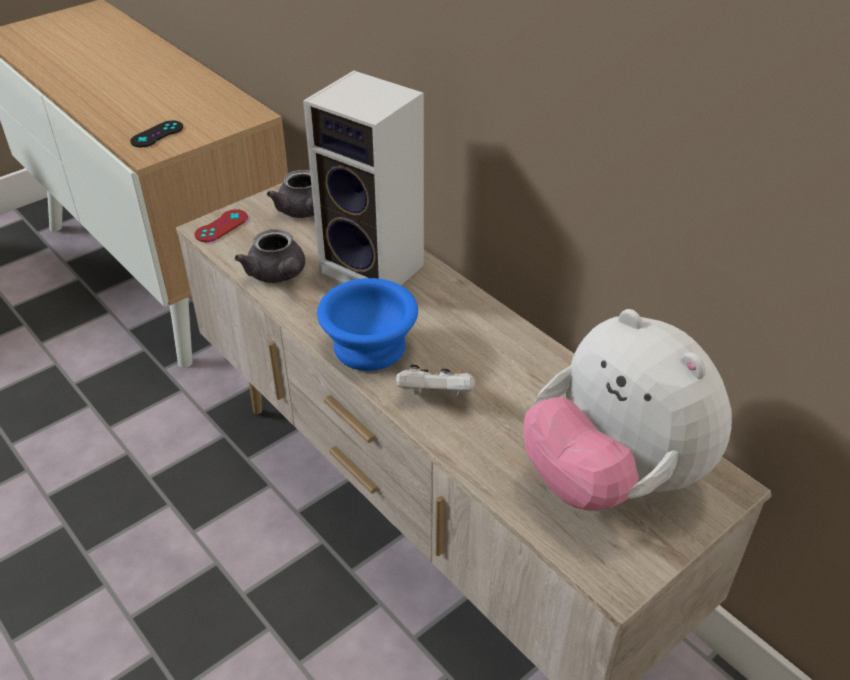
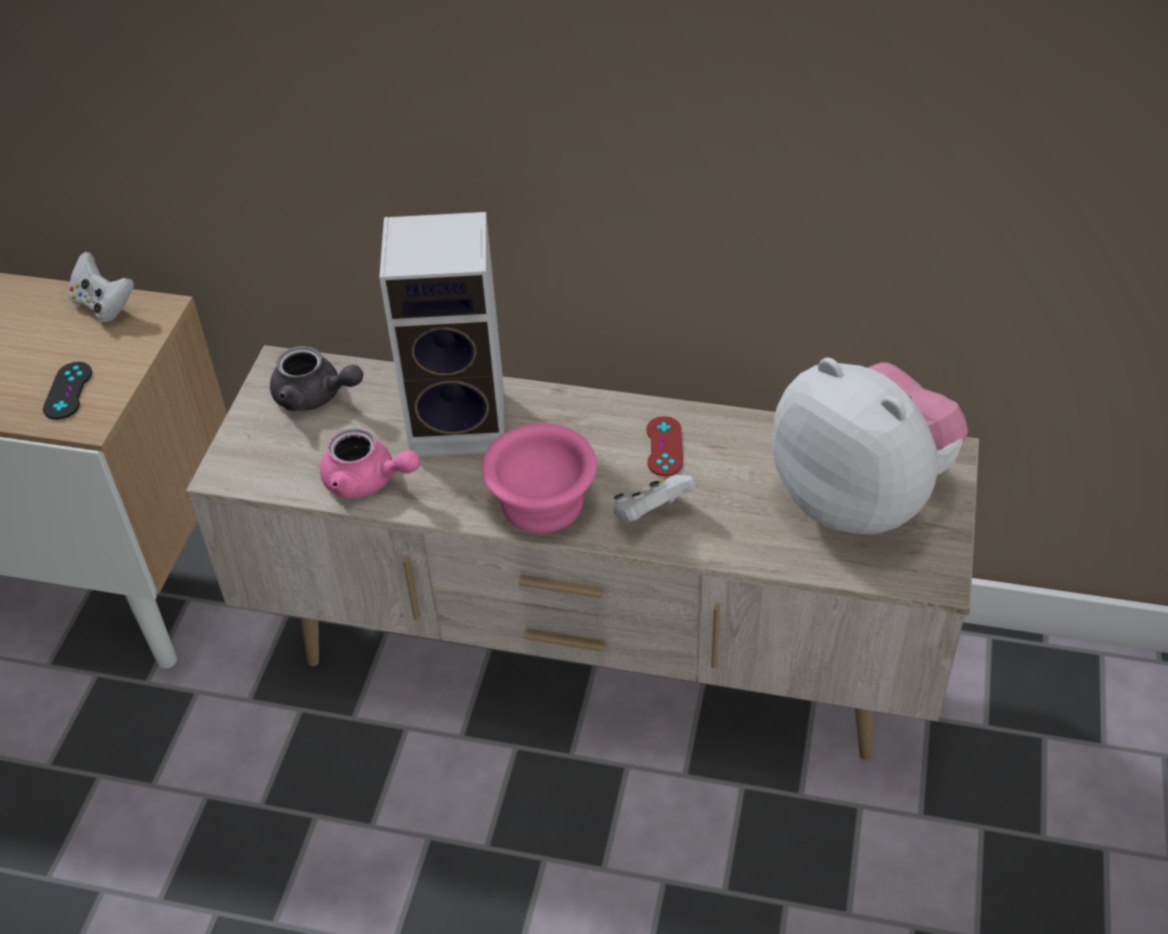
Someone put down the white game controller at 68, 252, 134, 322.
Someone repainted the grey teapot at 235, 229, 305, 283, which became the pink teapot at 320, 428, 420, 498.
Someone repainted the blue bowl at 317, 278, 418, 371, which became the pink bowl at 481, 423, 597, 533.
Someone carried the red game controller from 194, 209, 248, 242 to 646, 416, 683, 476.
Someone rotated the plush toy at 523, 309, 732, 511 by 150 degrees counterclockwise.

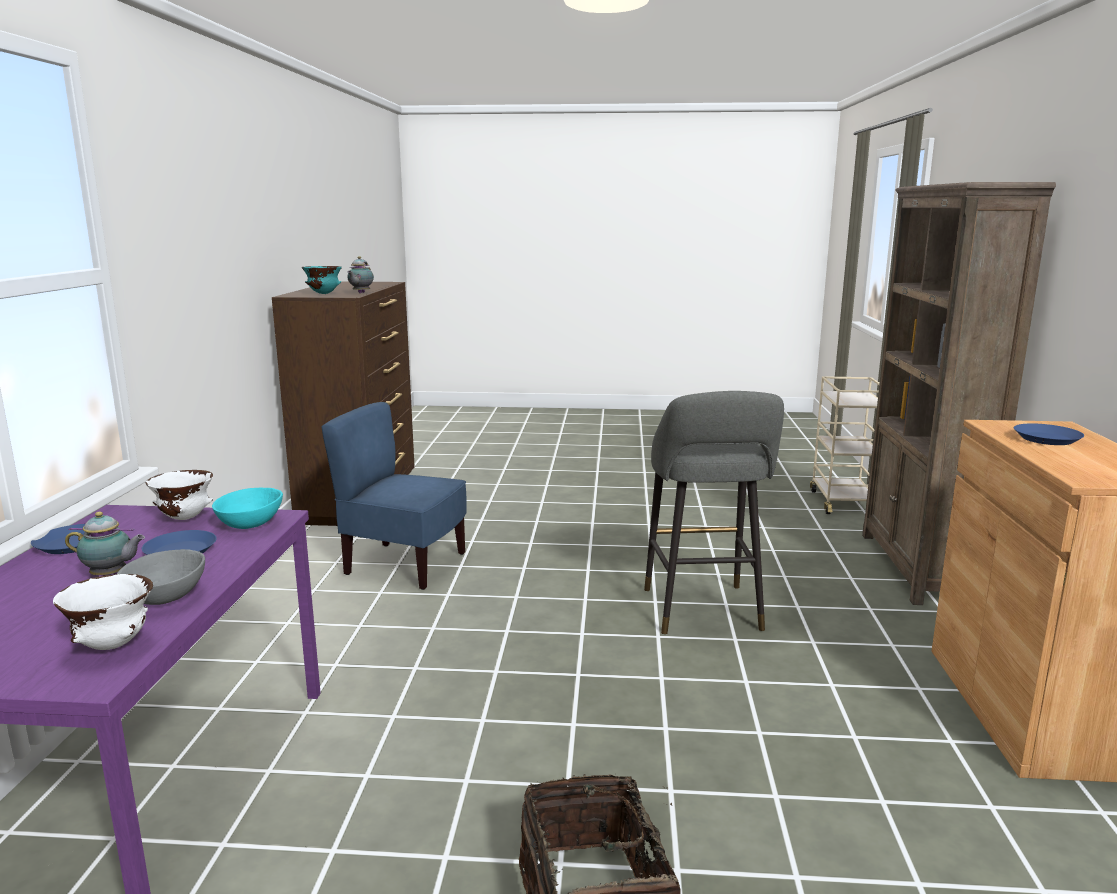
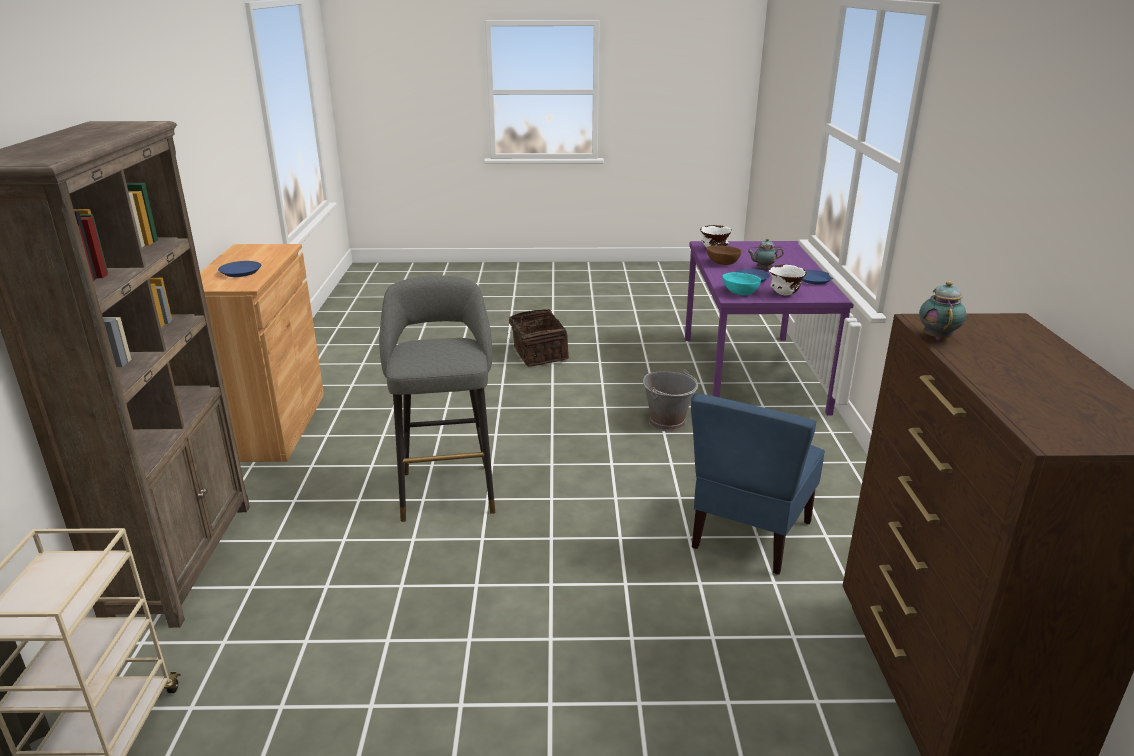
Someone put down the grey bucket at 643, 369, 698, 432.
Someone rotated the blue chair at 321, 402, 467, 590 by 105 degrees clockwise.
Someone repainted the grey bowl at 117, 549, 205, 605, which became the brown bowl at 706, 245, 741, 265.
Someone took away the turquoise bowl at 302, 266, 342, 294.

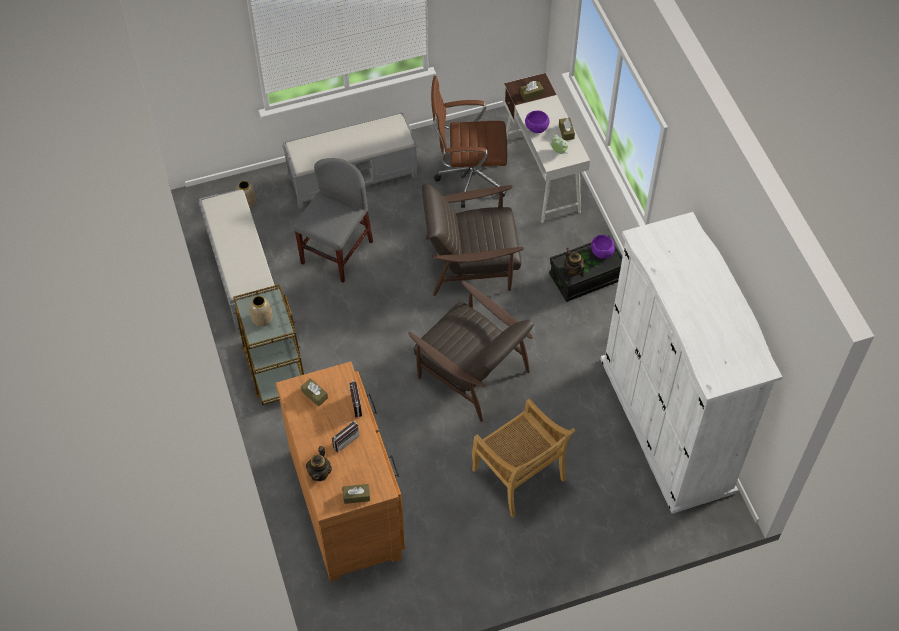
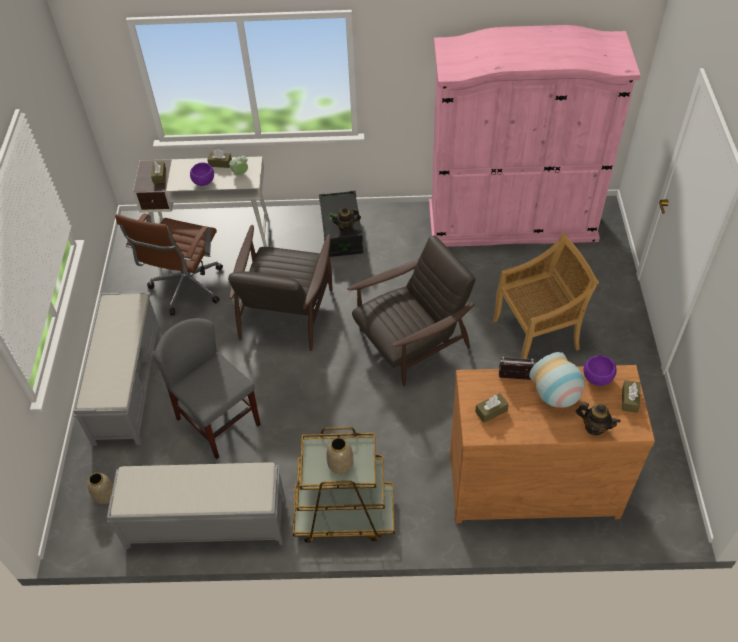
Someone repainted the white wardrobe at 600, 212, 782, 514, which became the pink wardrobe at 429, 25, 641, 247.
Someone swapped the radio at 332, 420, 359, 452 for the vase at 529, 352, 584, 408.
Someone carried the purple bowl from 591, 235, 615, 259 to 583, 355, 617, 386.

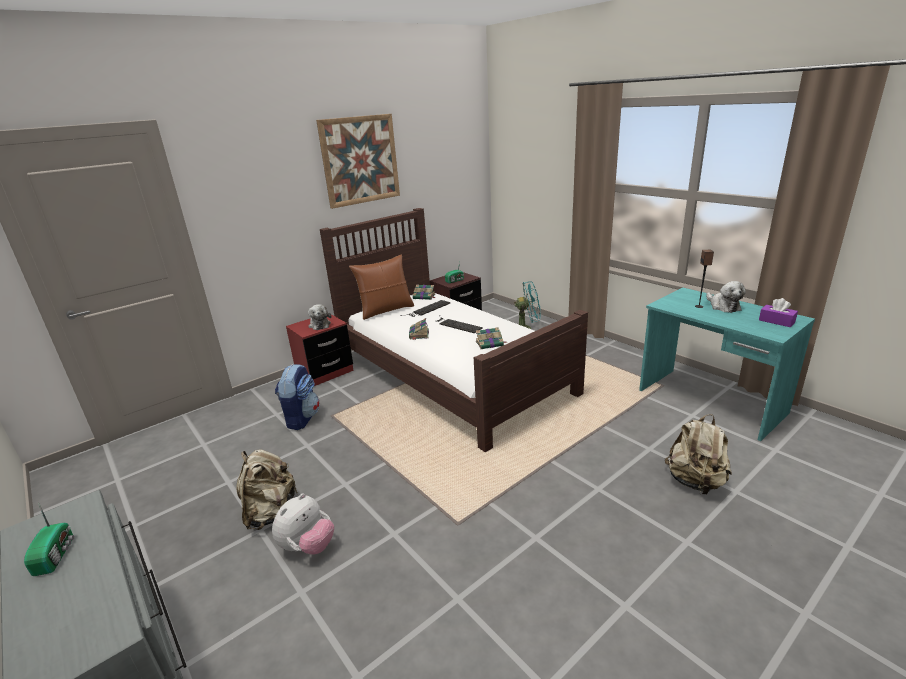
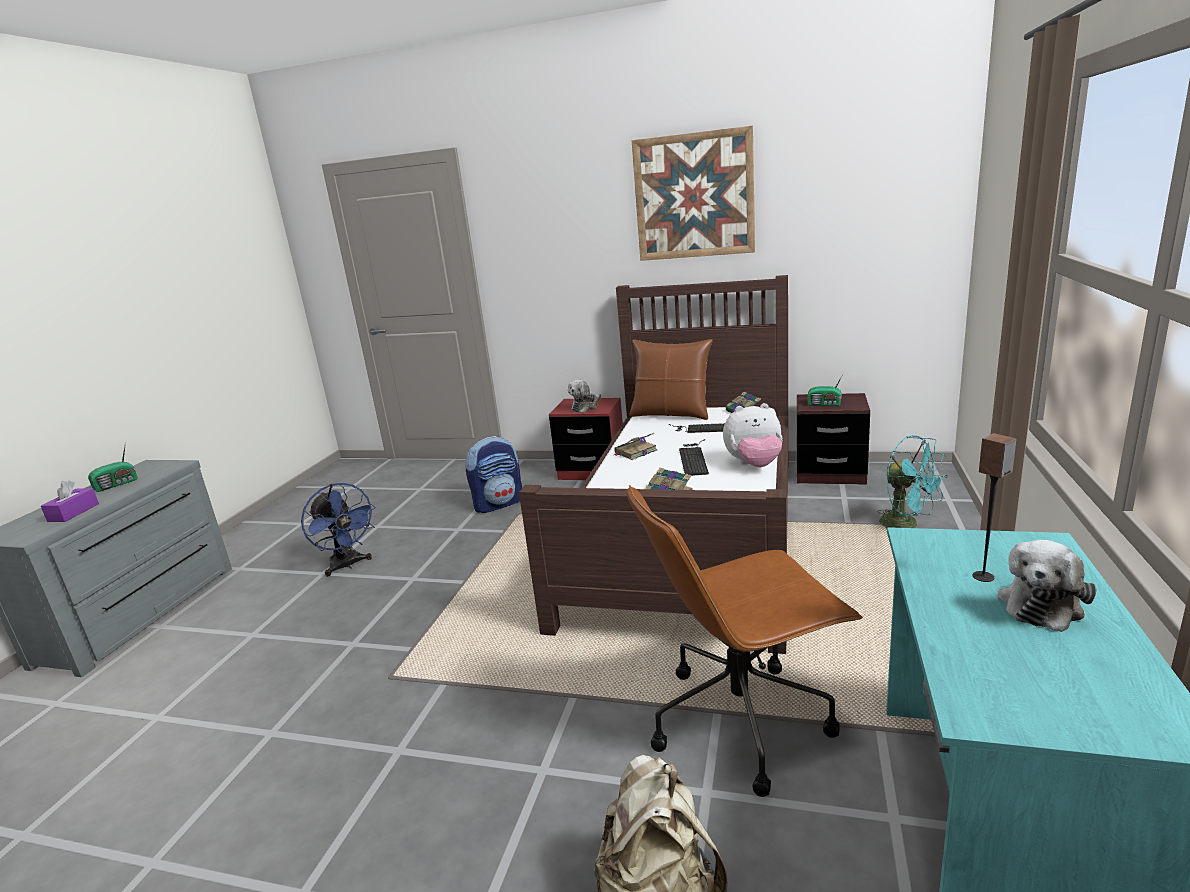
Someone carried the purple tissue box from 759, 298, 798, 327 to 41, 481, 99, 522.
Someone swapped the beige backpack at 236, 449, 298, 530 for the blue fan at 301, 483, 376, 577.
Someone put down the brown office chair at 627, 485, 863, 797.
Someone carried the plush toy from 272, 493, 334, 554 to 723, 403, 783, 467.

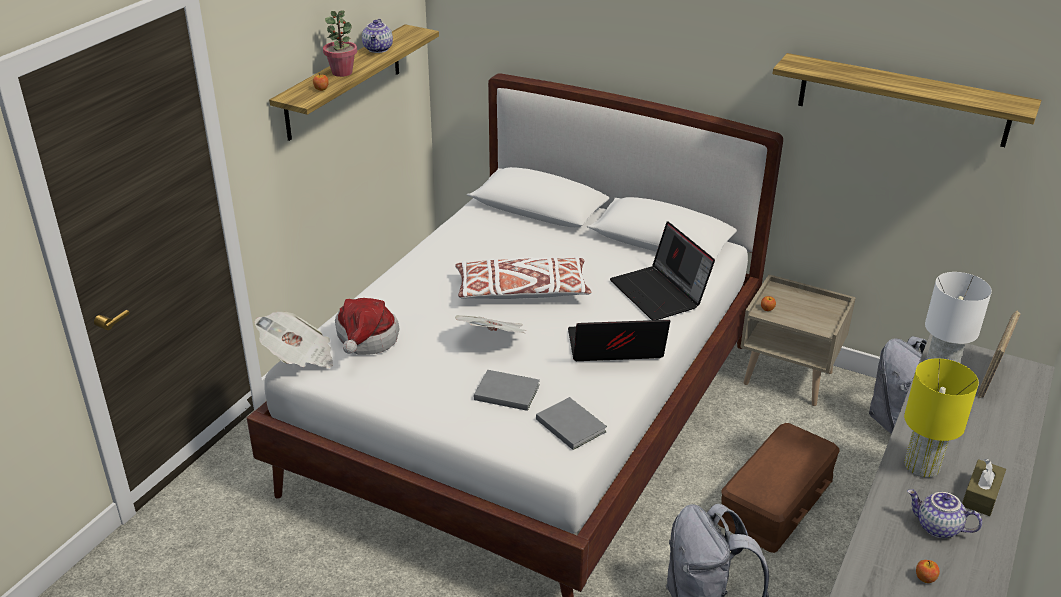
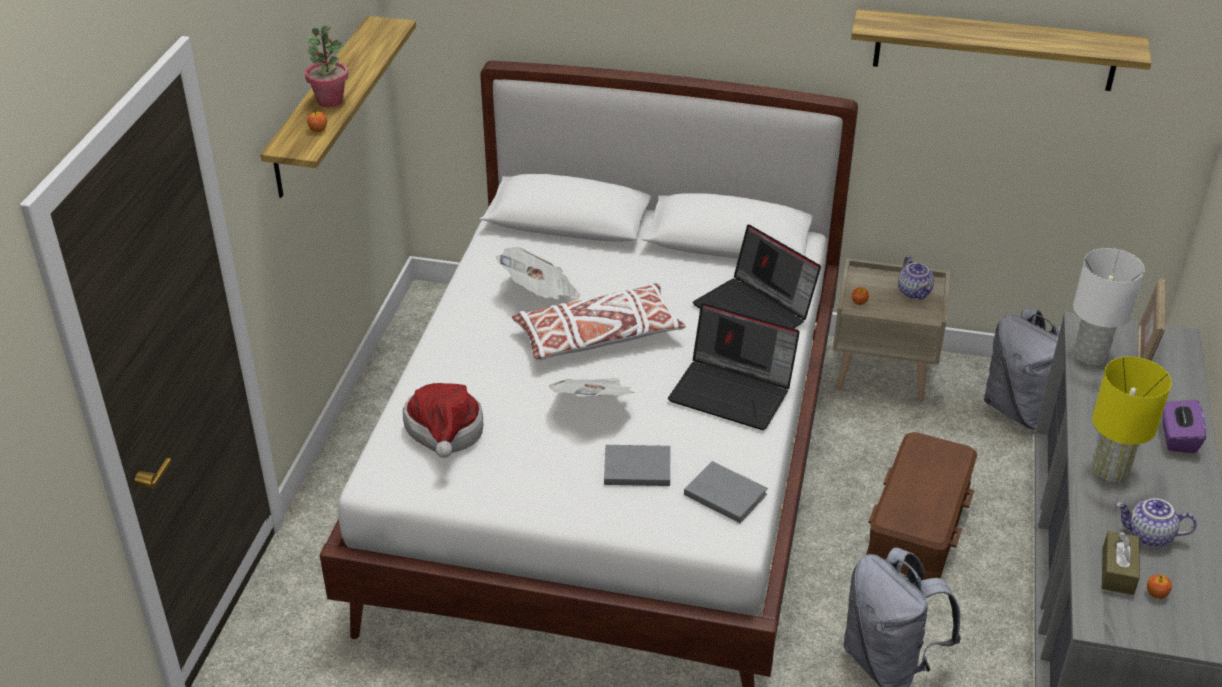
Someone carried the newspaper from 254, 312, 333, 368 to 496, 247, 580, 300.
Someone rotated the laptop at 568, 320, 671, 361 by 135 degrees counterclockwise.
Someone carried the teapot from 362, 19, 393, 53 to 898, 256, 934, 300.
Someone carried the brown tissue box from 962, 459, 1006, 516 to 1102, 531, 1140, 595.
Someone put down the purple tissue box at 1163, 400, 1206, 453.

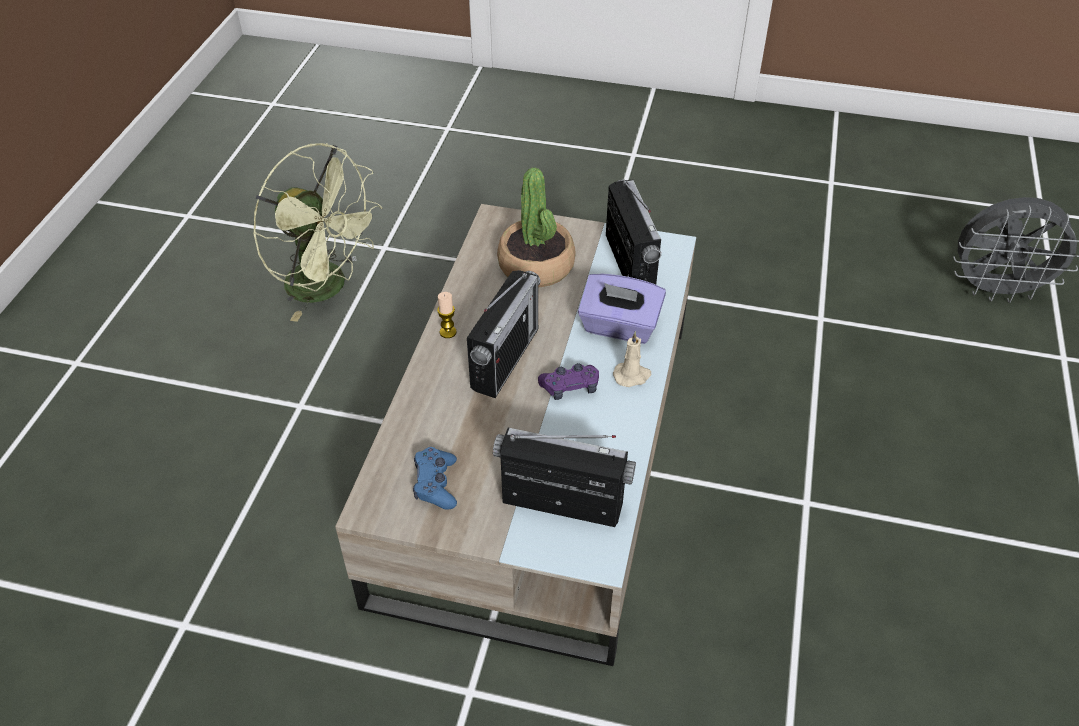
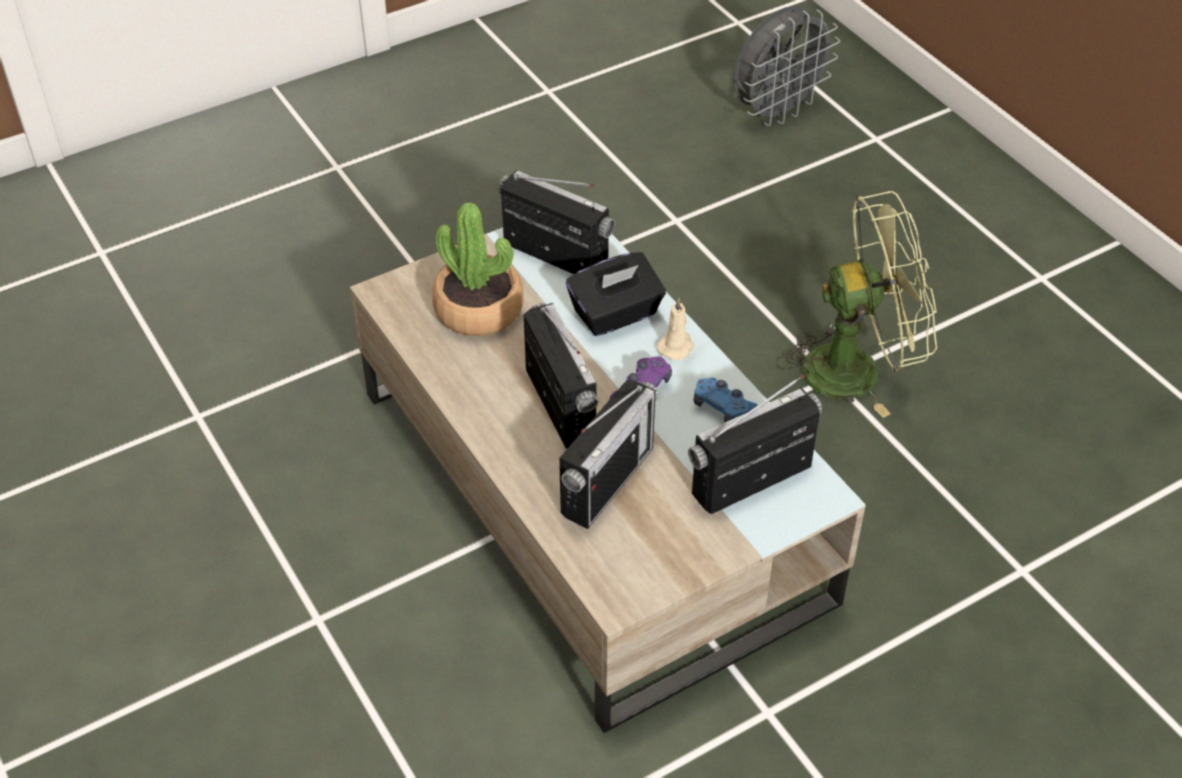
Someone put down the radio at 559, 380, 659, 529.
Someone repainted the purple tissue box at 578, 273, 666, 344, which became the black tissue box at 566, 252, 666, 336.
Someone carried the blue game controller from 413, 447, 457, 510 to 694, 378, 758, 422.
Someone carried the green fan from 253, 143, 383, 322 to 776, 191, 937, 418.
Someone took away the candle at 437, 292, 457, 338.

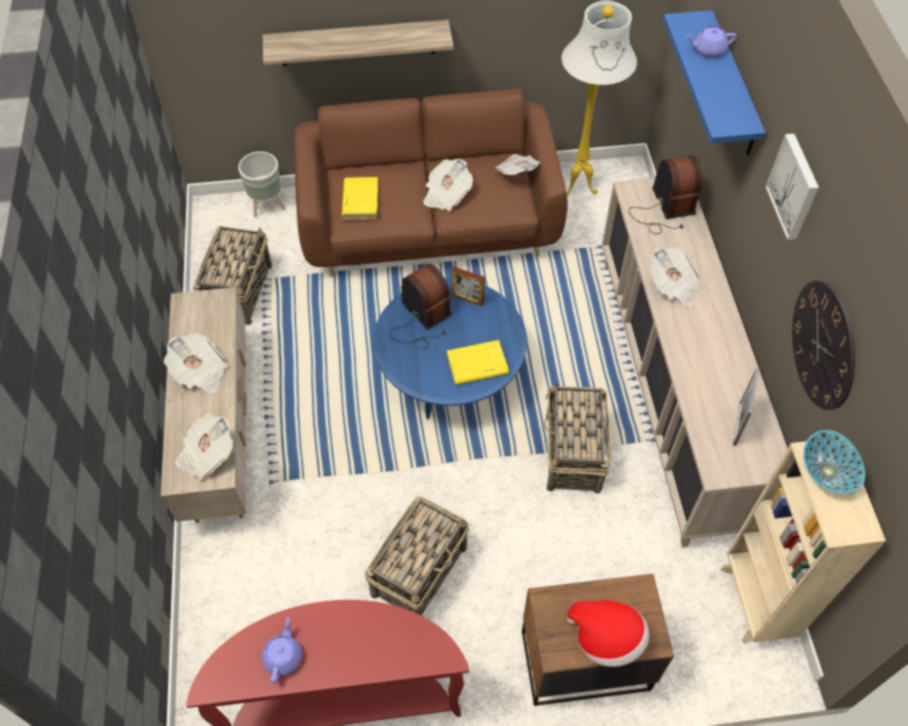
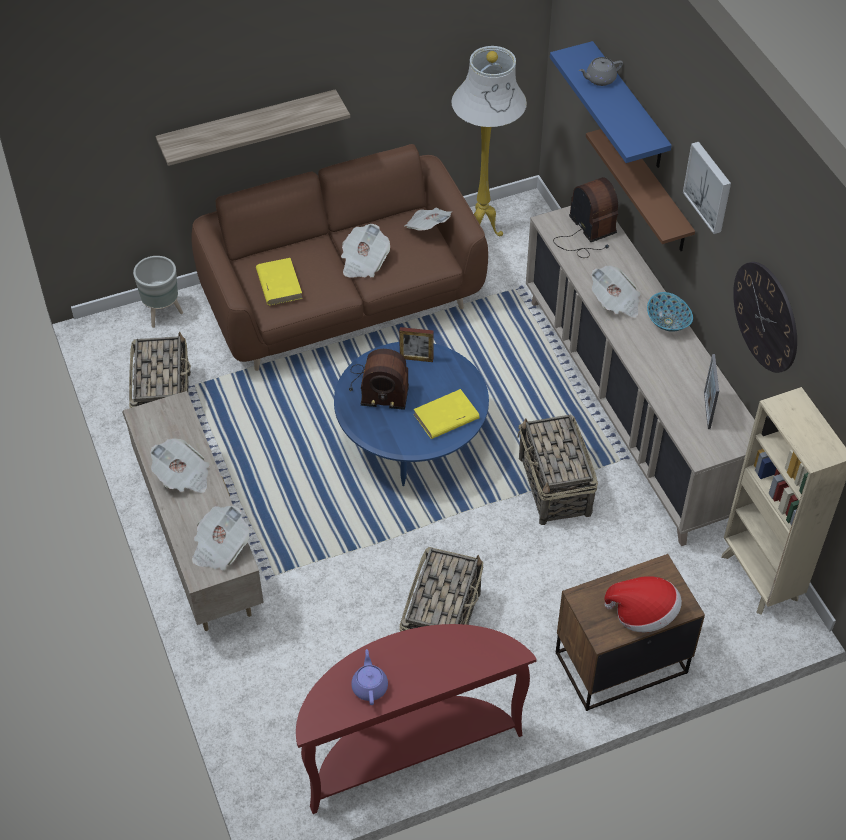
Someone rotated the radio at 389, 263, 452, 349 by 150 degrees clockwise.
Someone repainted the purple teapot at 686, 26, 737, 58, which became the grey teapot at 579, 57, 623, 86.
Someone put up the brown shelf at 586, 129, 695, 251.
Someone carried the bowl from 803, 430, 865, 493 to 647, 292, 693, 332.

